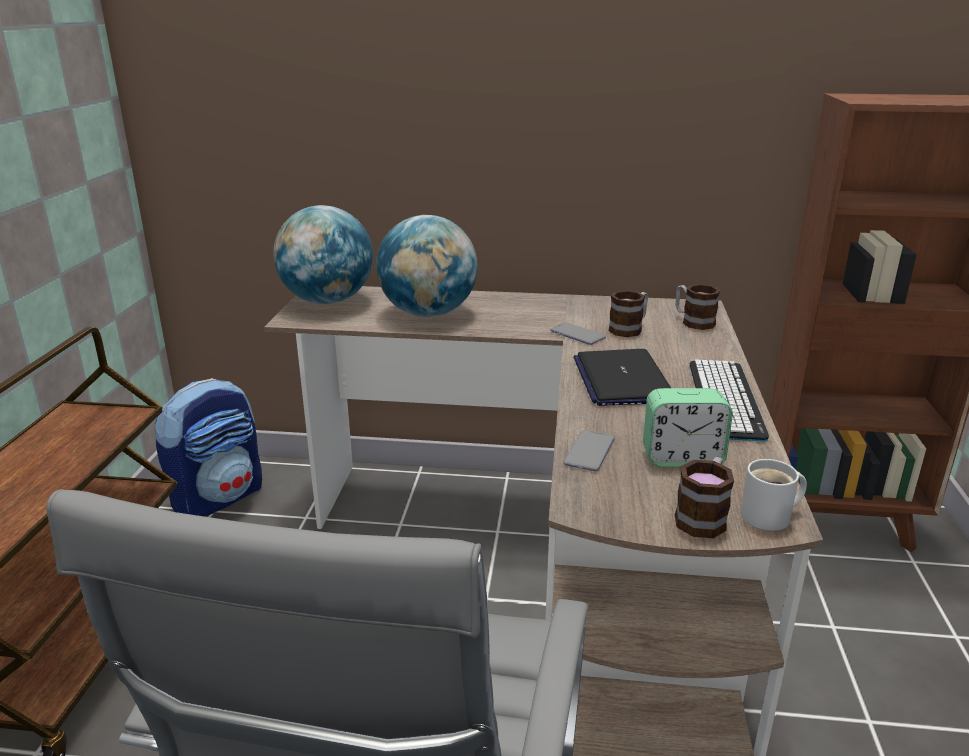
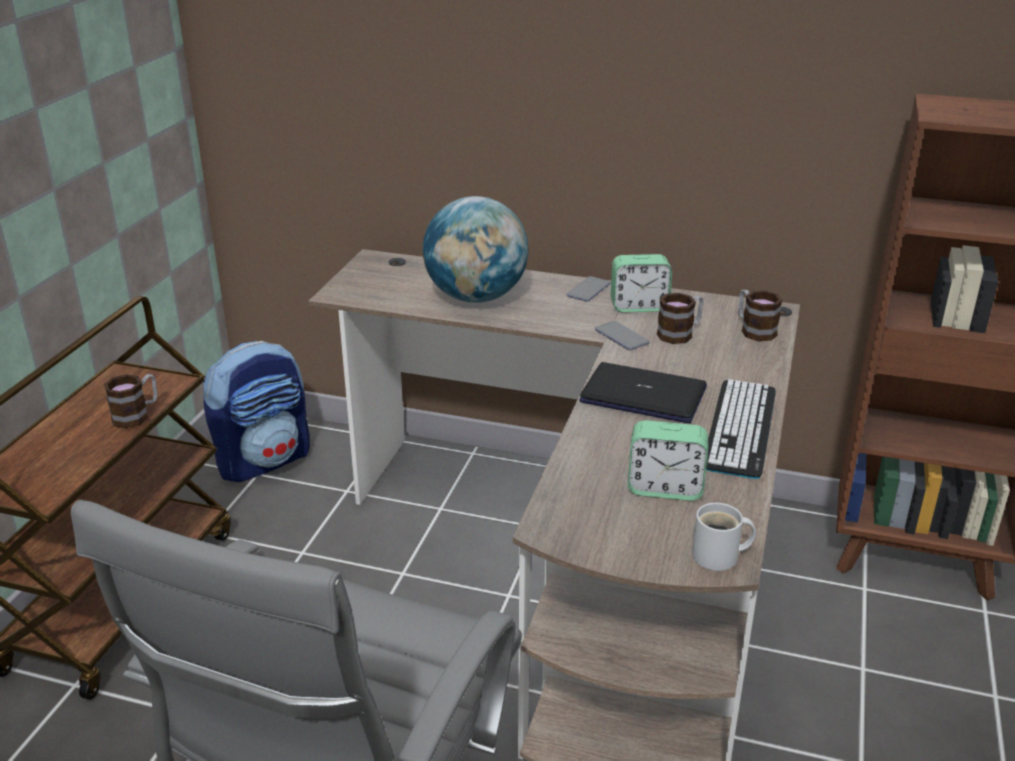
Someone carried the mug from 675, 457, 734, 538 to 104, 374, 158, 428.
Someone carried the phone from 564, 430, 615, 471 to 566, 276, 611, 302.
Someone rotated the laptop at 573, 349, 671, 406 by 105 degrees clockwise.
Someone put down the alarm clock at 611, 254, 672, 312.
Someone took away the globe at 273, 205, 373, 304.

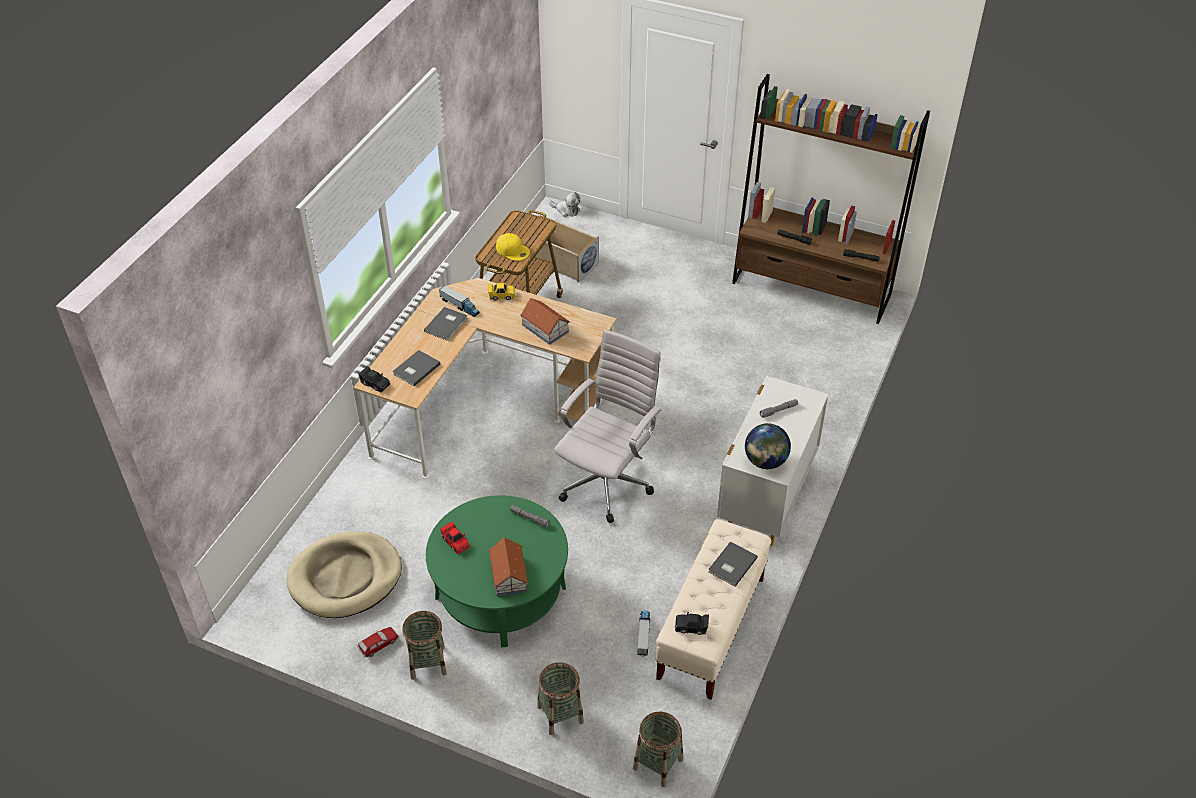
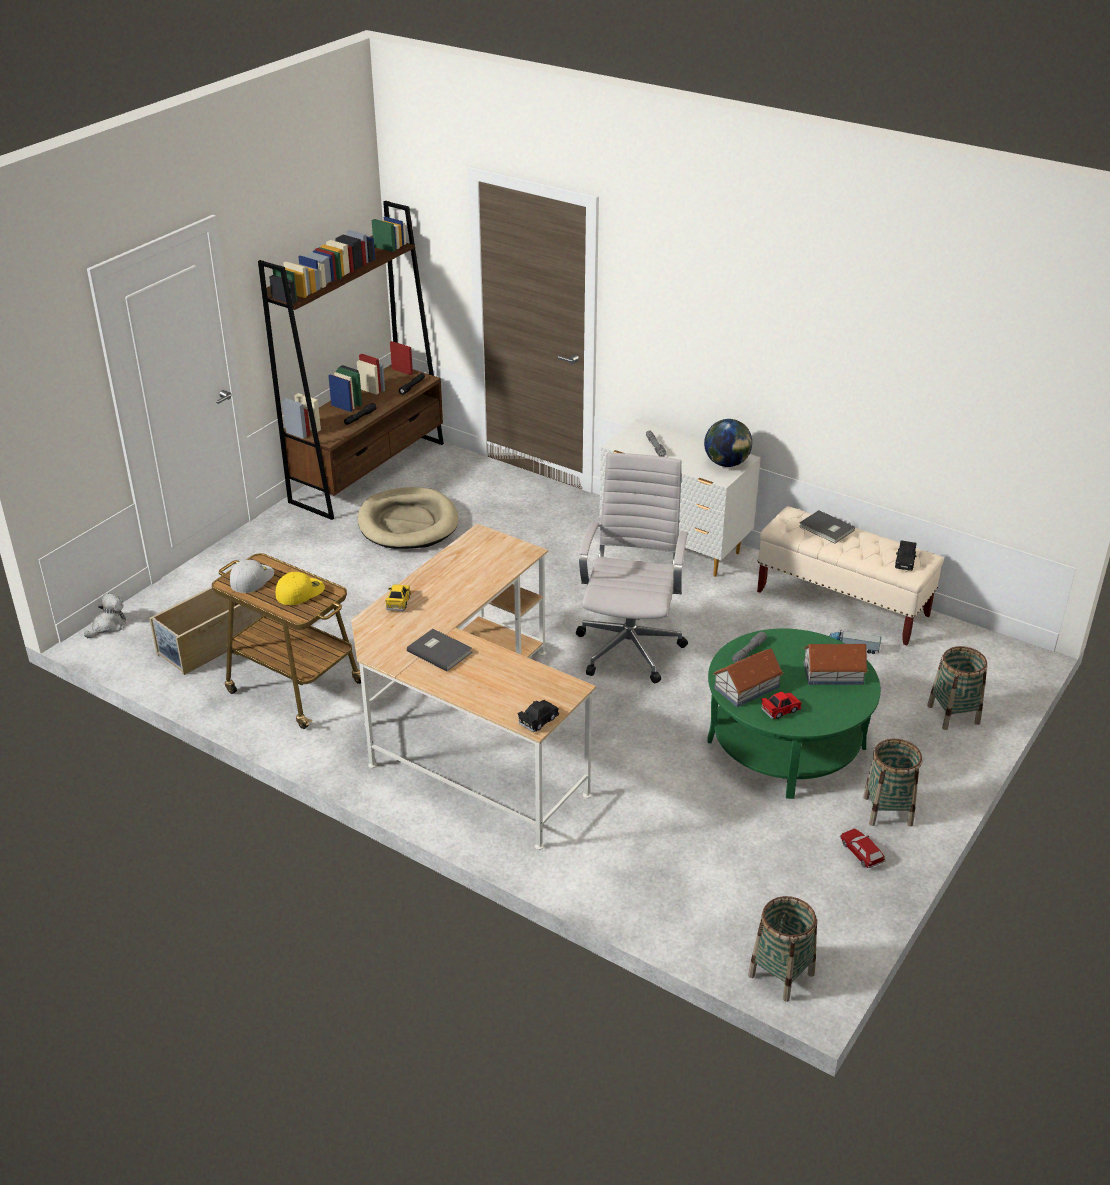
Someone put down the white cap at 230, 560, 274, 593.
Someone carried the beige dog bed from 287, 531, 402, 618 to 358, 487, 459, 549.
Someone rotated the white office chair at 554, 329, 662, 523 by 60 degrees clockwise.
Someone carried the toy house from 520, 298, 570, 345 to 714, 648, 784, 707.
Someone carried the basket from 633, 711, 683, 787 to 748, 896, 817, 1002.
Someone took away the grey book at 393, 350, 441, 386.
Someone took away the toy truck at 439, 285, 480, 317.

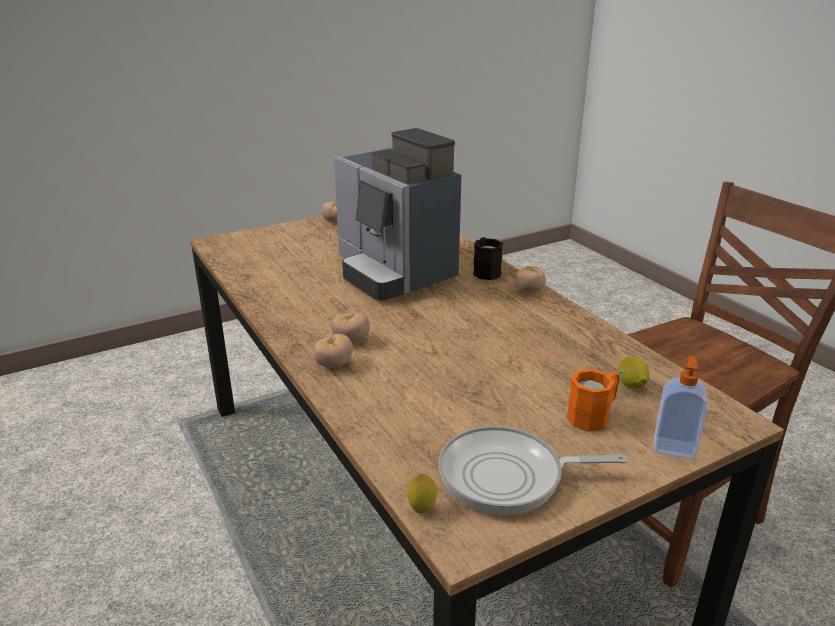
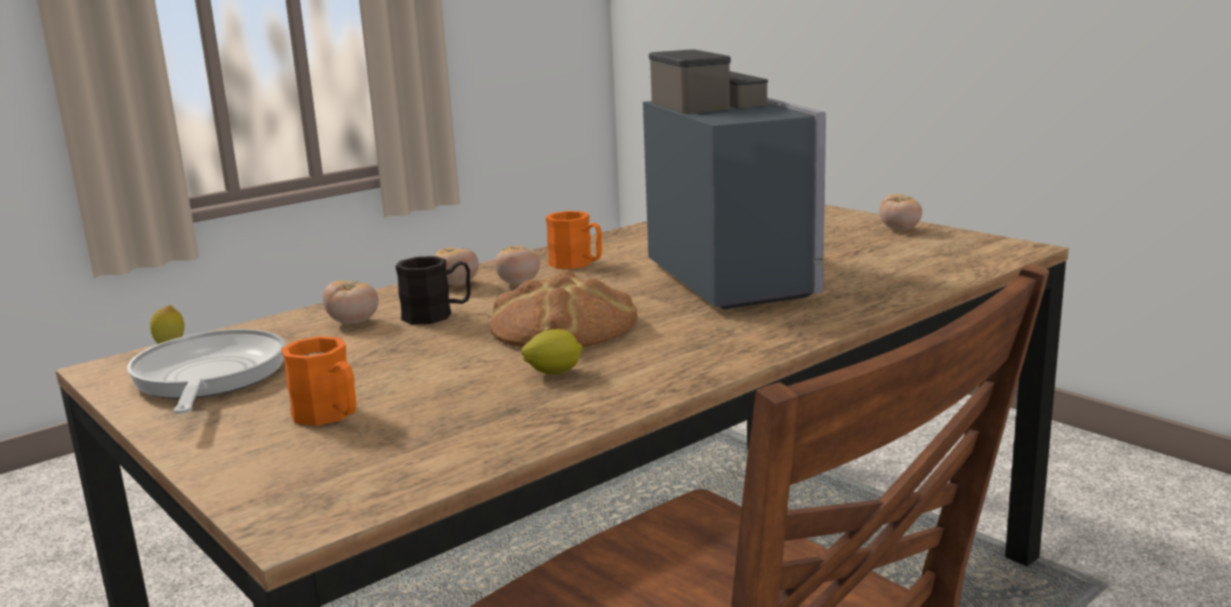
Someone carried the tomato from 515, 266, 546, 294 to 322, 280, 379, 324.
Someone carried the black mug from 473, 237, 503, 280 to 395, 256, 470, 324.
Someone put down the bread at 490, 270, 638, 348.
Someone carried the lemon from 618, 356, 649, 388 to 521, 329, 583, 374.
Someone put down the orange mug at 545, 211, 602, 269.
Someone rotated the coffee machine at 334, 128, 462, 301 by 120 degrees clockwise.
Someone took away the soap dispenser at 654, 356, 707, 459.

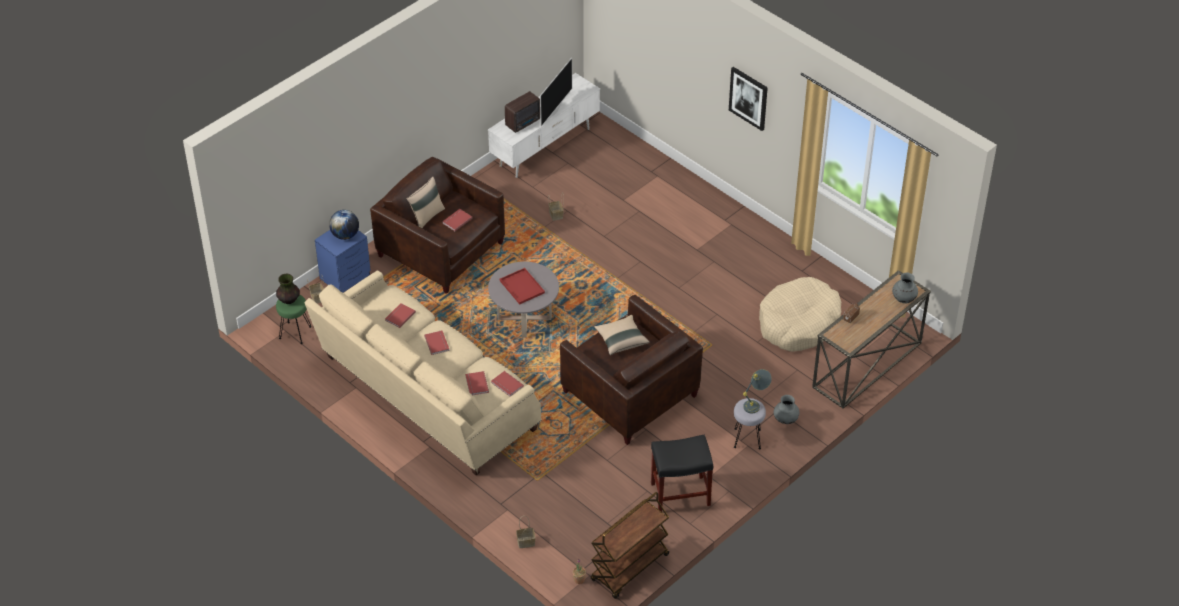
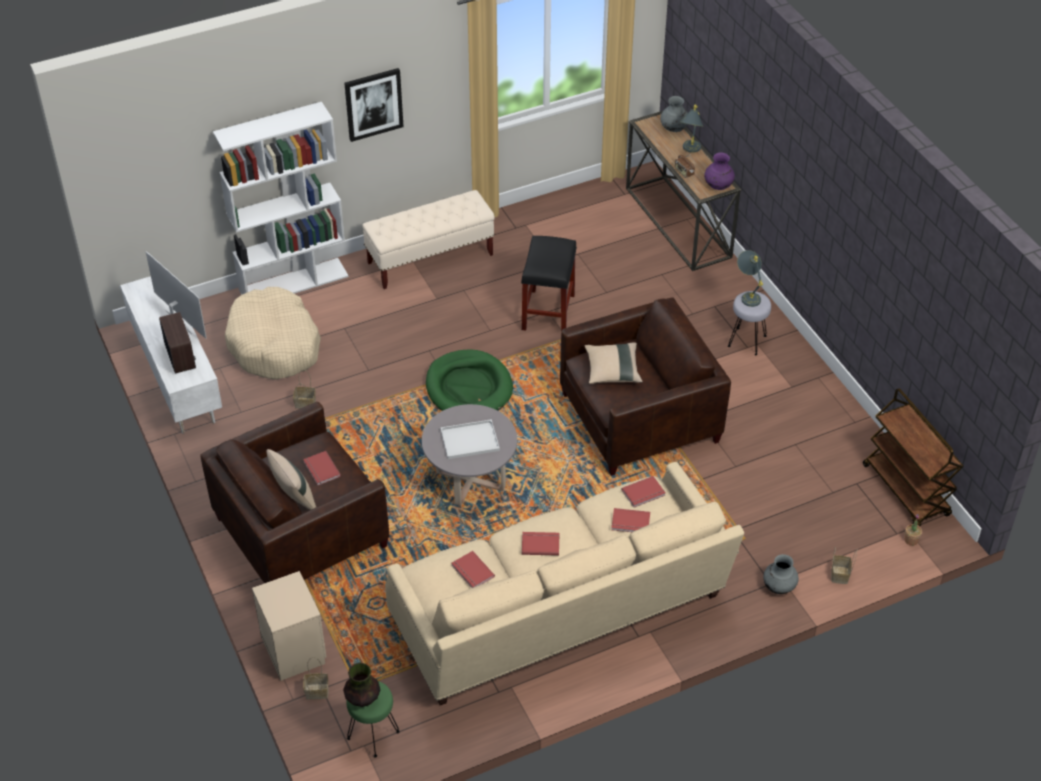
Someone put down the white bookcase at 213, 102, 349, 295.
Someone carried the beige dog bed from 759, 277, 841, 352 to 225, 287, 321, 380.
Someone repainted the blue nightstand at 315, 230, 371, 293, which became the beige nightstand at 252, 571, 327, 681.
Someone put down the beige bench at 362, 190, 495, 289.
Someone put down the green dog bed at 426, 350, 513, 411.
Someone repainted the red tray at 500, 268, 545, 305, which became the white tray at 440, 419, 500, 459.
Someone carried the black stool from 651, 435, 713, 512 to 521, 236, 577, 332.
Someone put down the grey table lamp at 680, 104, 703, 153.
Someone put down the purple vase at 704, 153, 735, 190.
Someone carried the grey vase from 774, 395, 799, 424 to 763, 554, 799, 594.
Someone took away the globe at 329, 210, 359, 240.

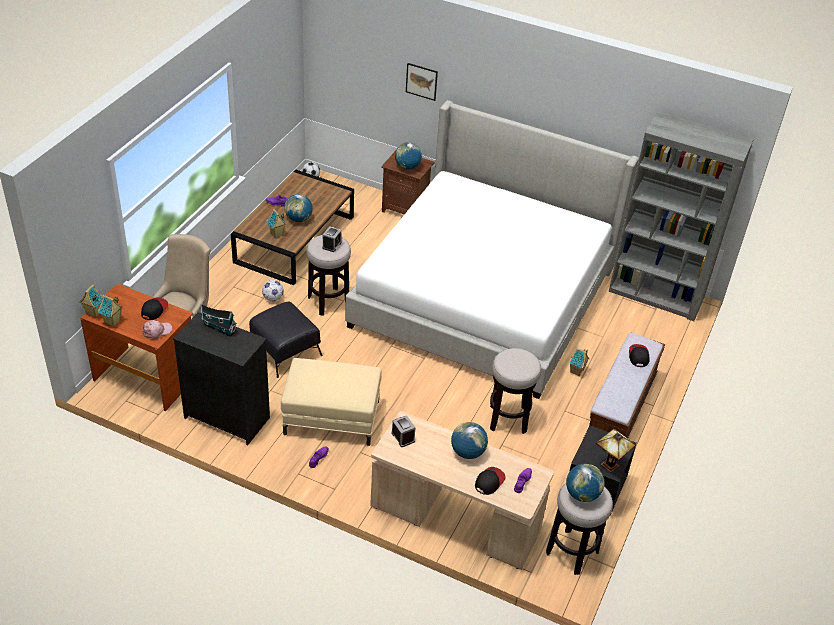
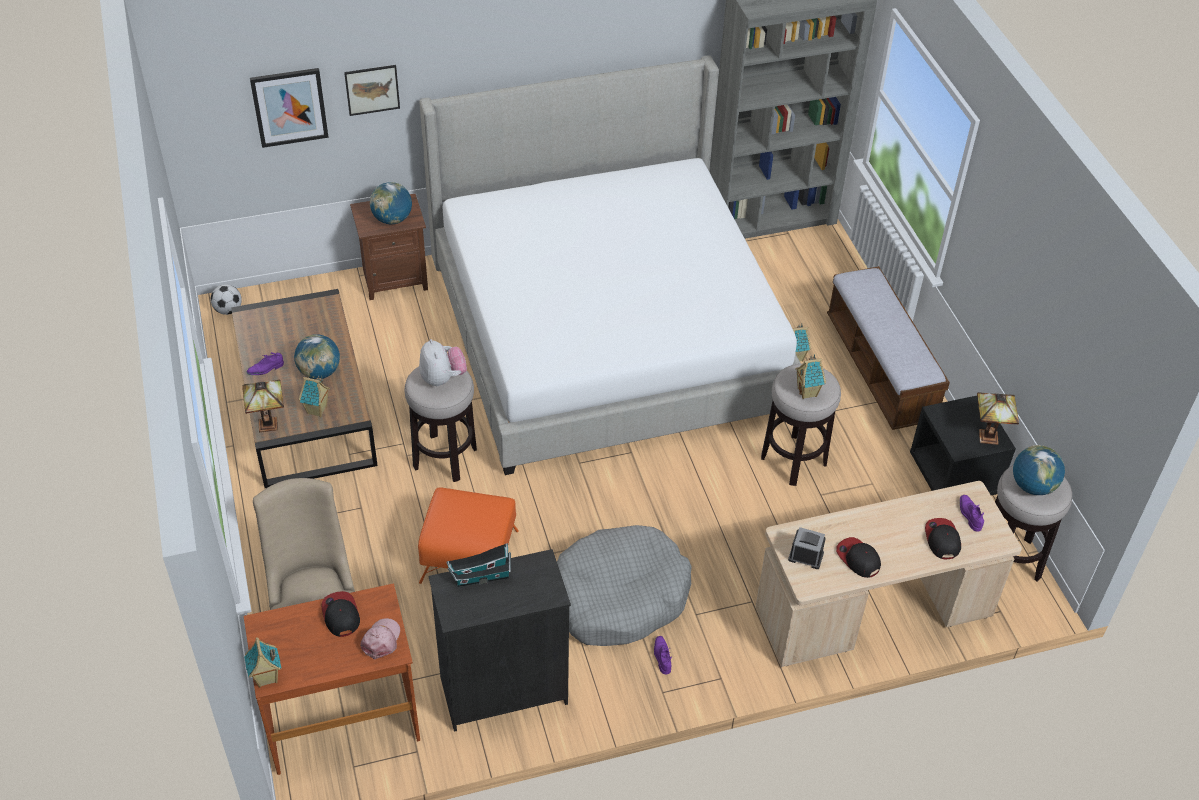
Someone put down the table lamp at 242, 379, 284, 432.
Someone put up the picture at 250, 68, 329, 148.
Someone repainted the black ottoman at 249, 301, 323, 378, which became the orange ottoman at 418, 487, 519, 584.
Someone swapped the alarm clock at 322, 226, 342, 252 for the plush toy at 419, 339, 467, 386.
Someone swapped the beige ottoman at 281, 358, 382, 446 for the grey dog bed at 557, 525, 692, 646.
Someone carried the toy house from 98, 295, 123, 327 to 795, 354, 826, 399.
Someone carried the cap from 629, 344, 650, 367 to 836, 537, 881, 578.
Someone took away the football at 262, 280, 284, 301.
Someone took away the globe at 451, 422, 488, 459.

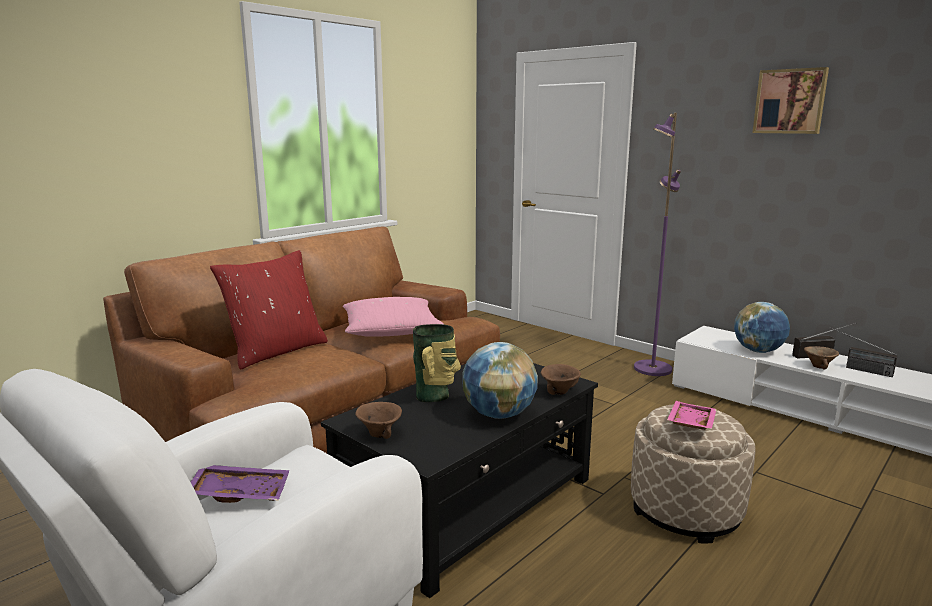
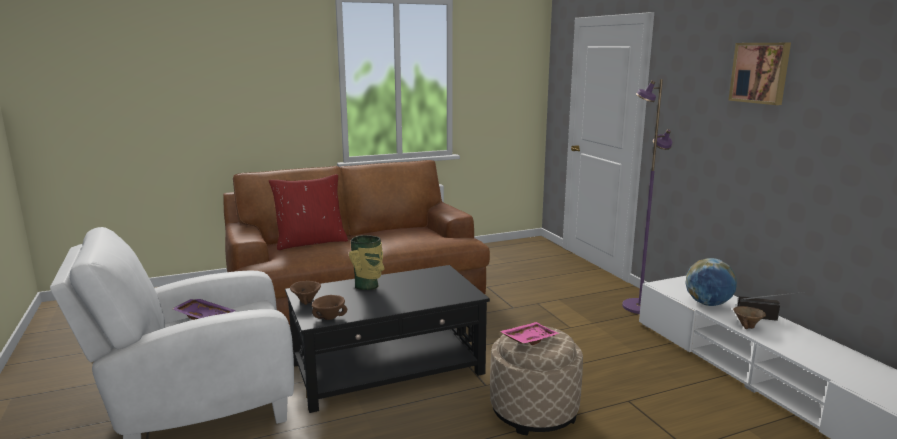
Someone carried the brown bowl from 541, 364, 581, 395 to 312, 295, 347, 320.
Someone took away the pink pillow at 343, 297, 443, 337.
Someone took away the globe at 463, 342, 538, 419.
Someone took away the radio at 829, 327, 897, 377.

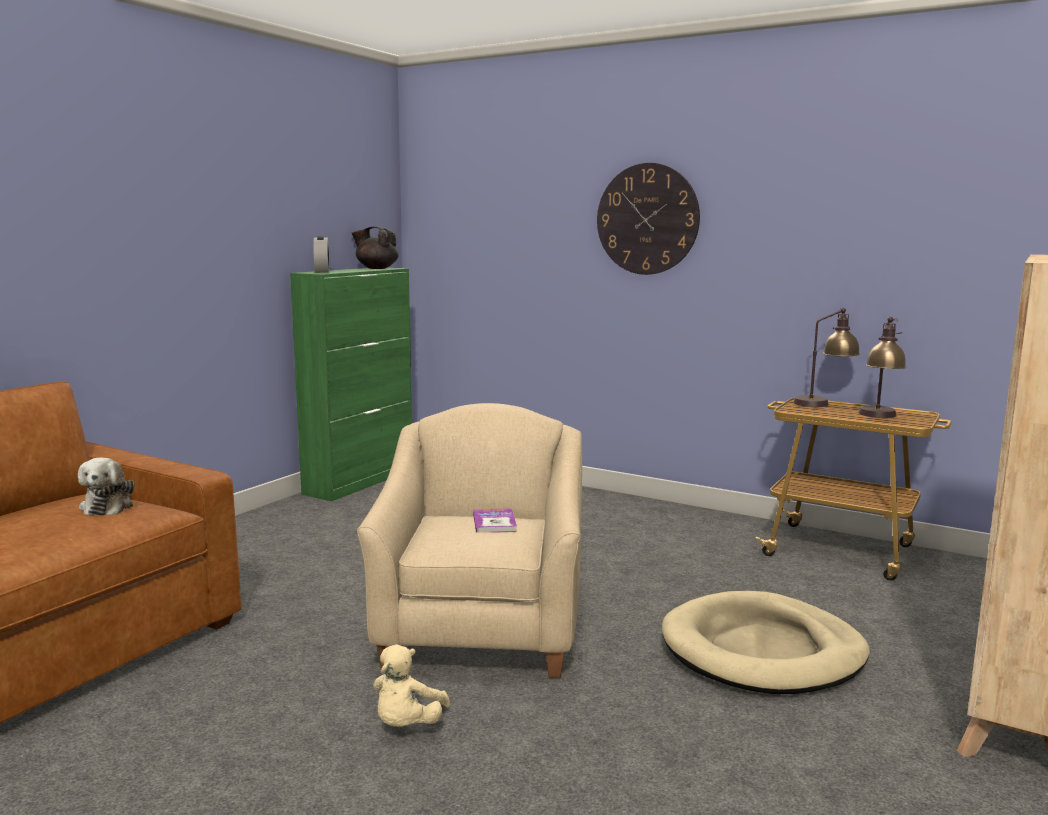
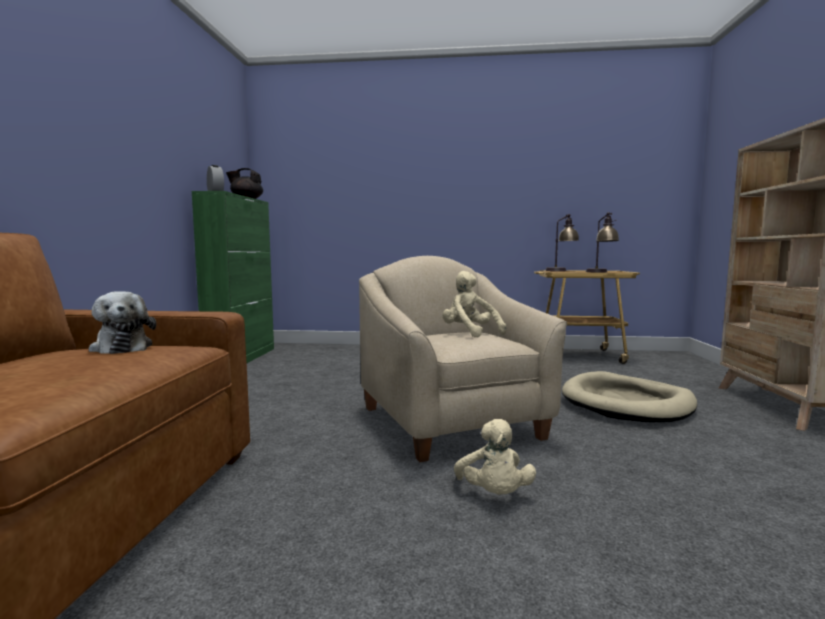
Someone swapped the book at 473, 508, 517, 533 for the beige plush toy at 443, 271, 507, 338.
Someone took away the wall clock at 597, 163, 700, 275.

